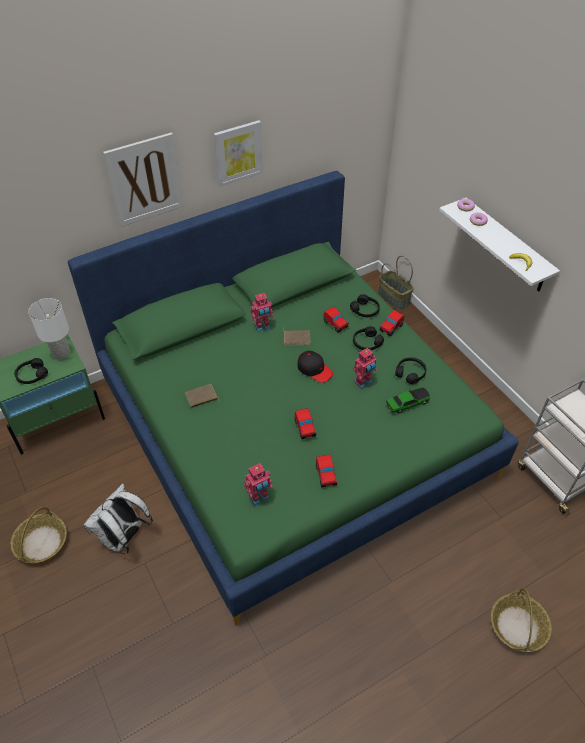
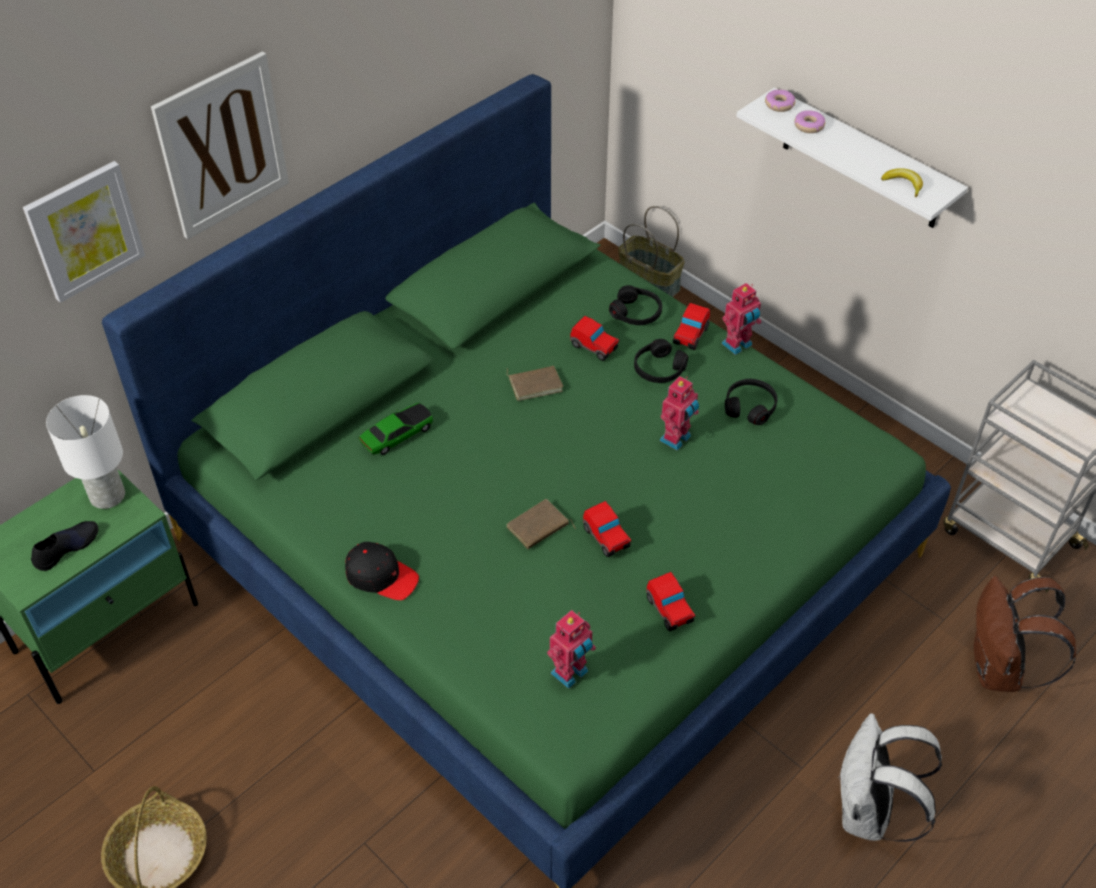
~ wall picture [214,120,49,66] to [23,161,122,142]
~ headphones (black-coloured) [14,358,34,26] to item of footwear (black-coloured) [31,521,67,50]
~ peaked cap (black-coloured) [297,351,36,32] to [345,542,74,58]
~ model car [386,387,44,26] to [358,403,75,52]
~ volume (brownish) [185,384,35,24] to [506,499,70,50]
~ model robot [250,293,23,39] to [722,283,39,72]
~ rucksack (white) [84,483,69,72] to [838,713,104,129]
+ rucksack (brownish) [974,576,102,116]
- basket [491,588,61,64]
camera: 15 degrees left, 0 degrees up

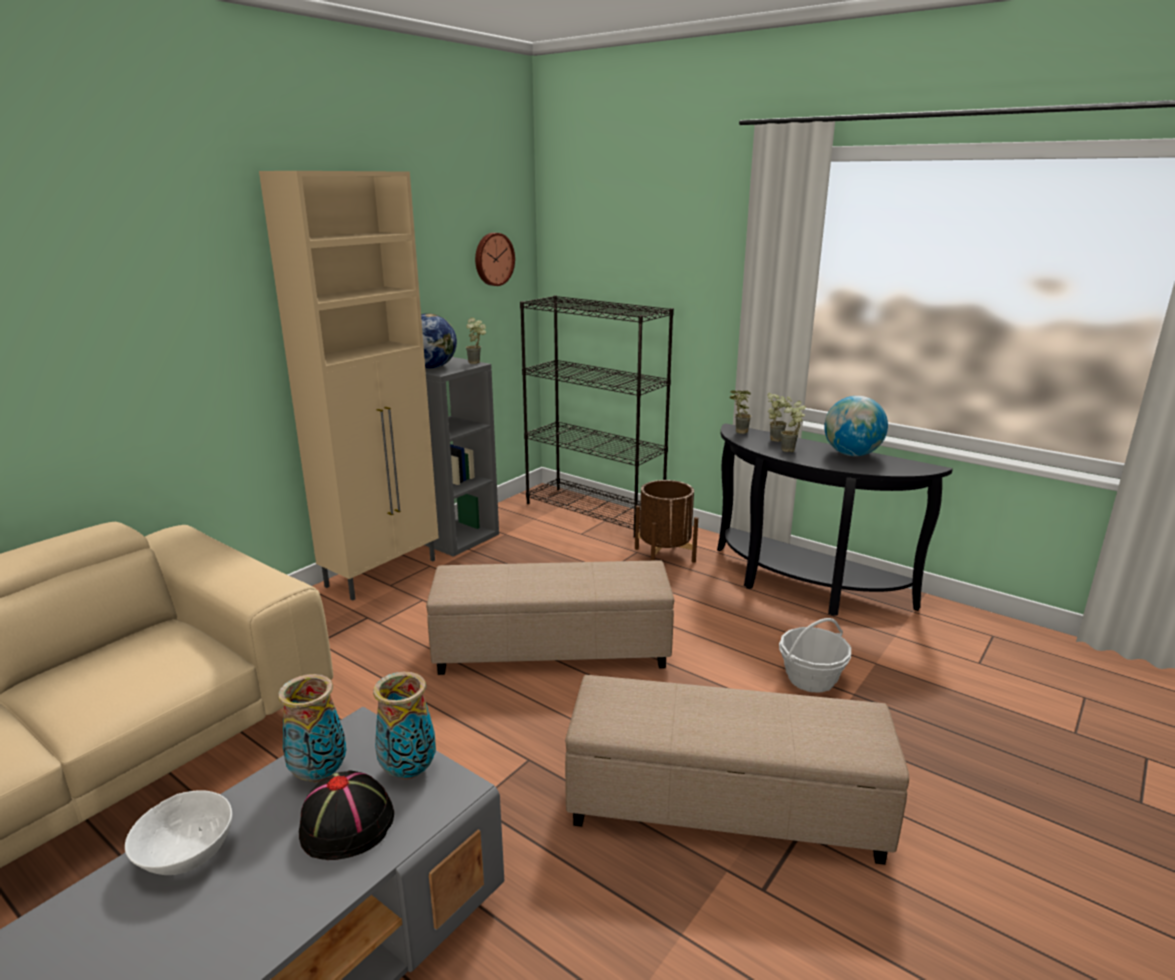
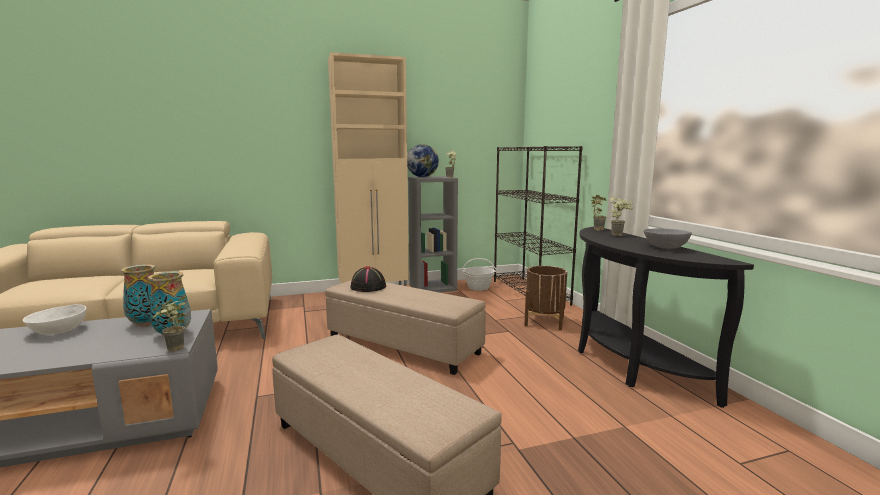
~ houseplant [781,401,25,51] to [153,295,34,56]
~ clothing hat (black-coloured) [299,770,95,90] to [350,266,36,26]
~ basket [779,618,72,75] to [461,258,36,33]
~ globe [824,396,64,60] to deep dish (gray) [644,228,48,21]
- wall clock [475,233,40,53]
camera: 35 degrees right, 10 degrees down

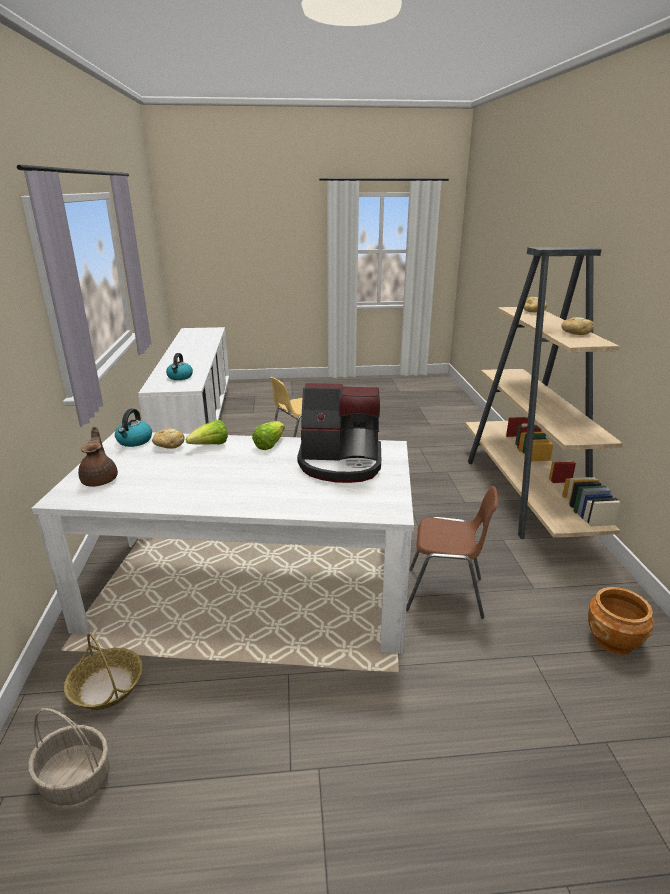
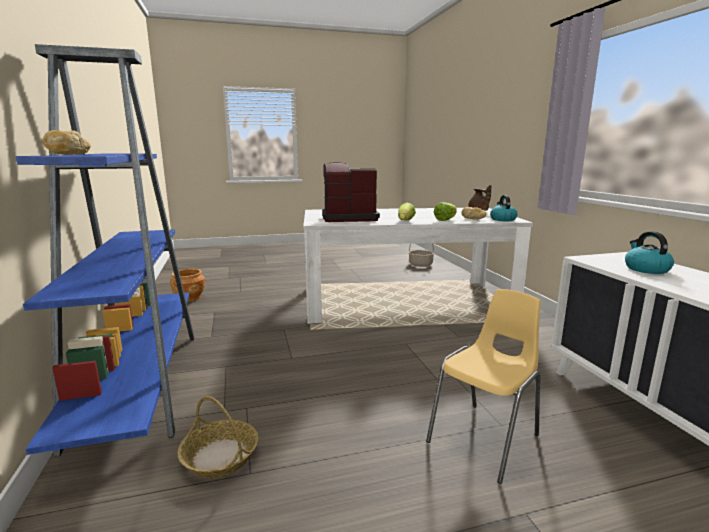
~ bookshelf (sand-coloured) [465,247,158,292] to bookshelf (bluish) [16,44,179,413]
~ basket [64,633,78,77] to [177,396,81,82]
- plain chair (brownish) [406,486,92,133]
- bakery bread [561,317,33,18]
camera: 170 degrees right, 10 degrees down

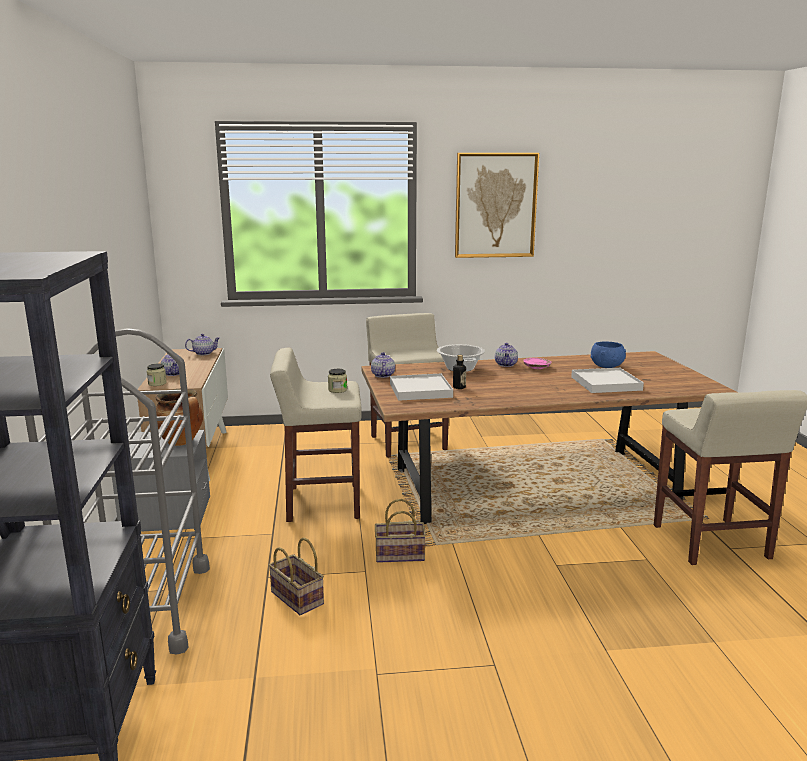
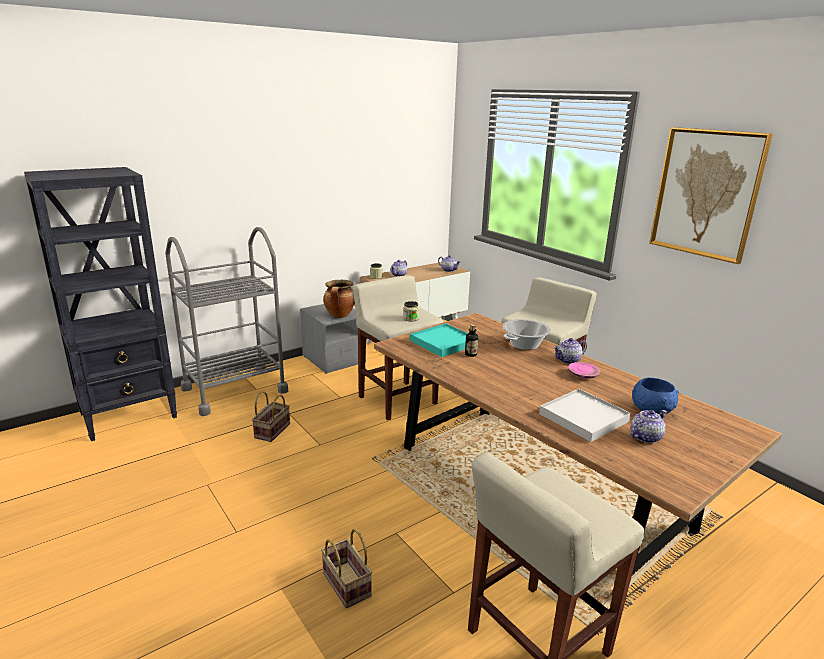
~ basket [375,499,51,64] to [321,529,51,79]
~ serving tray (white) [390,374,63,27] to serving tray (blue-green) [410,323,69,34]
~ teapot [371,352,24,26] to [630,410,37,33]
camera: 60 degrees right, 5 degrees up

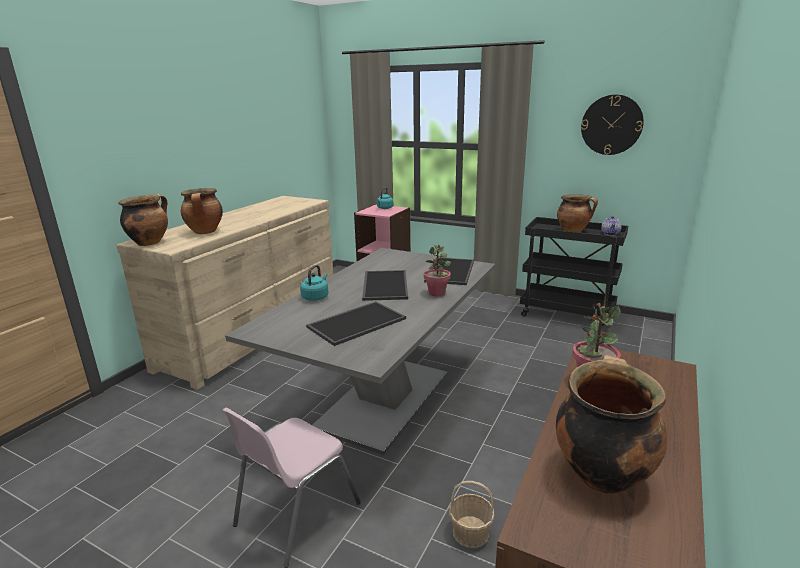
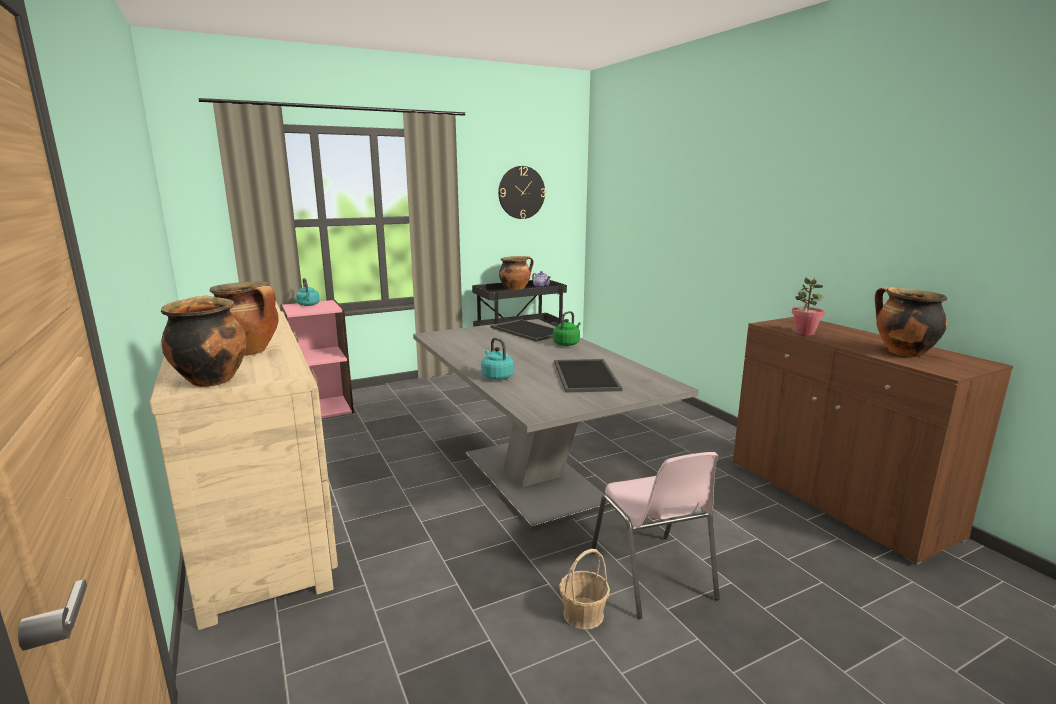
~ houseplant [424,245,27,51] to water kettle (greenish) [553,311,28,35]
~ basket [449,481,46,67] to [559,549,51,81]
- serving tray [362,270,46,31]
camera: 55 degrees left, 5 degrees down

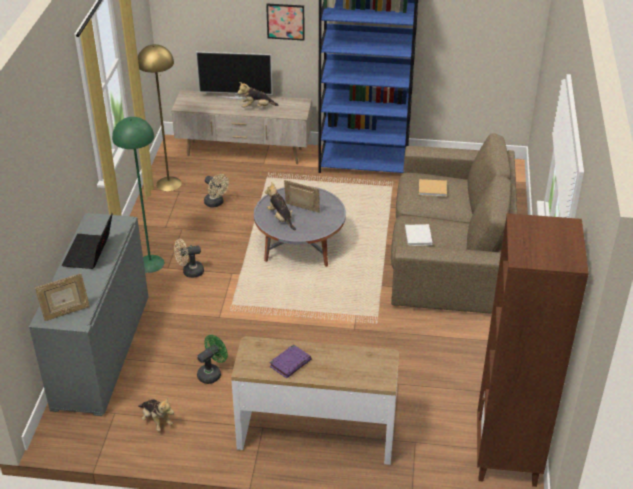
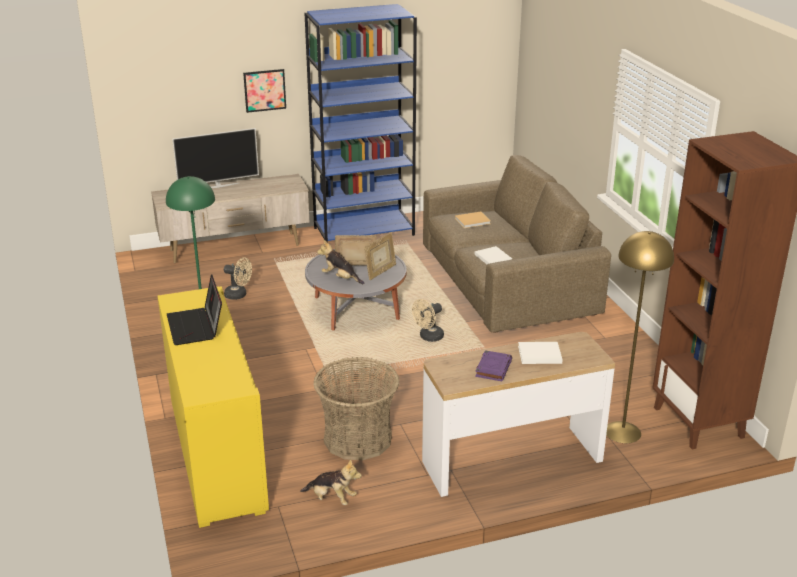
~ storage cabinet (gray) [29,213,119,203] to storage cabinet (yellow-coloured) [157,286,112,242]
~ fan (greenish) [197,335,31,49] to basket [313,357,87,103]
~ standing frame [35,273,55,48] to [364,232,32,48]
~ fan (sand-coloured) [174,239,30,39] to [412,299,32,43]
+ volume (white) [518,342,45,22]
~ floor lamp (yellow-coloured) [138,44,44,147] to [606,231,68,212]
- soft toy [237,82,41,26]
camera: 25 degrees left, 10 degrees down

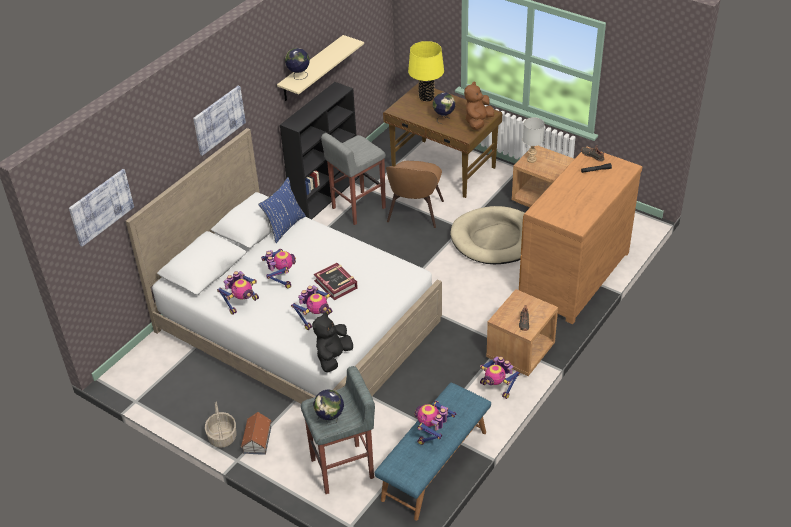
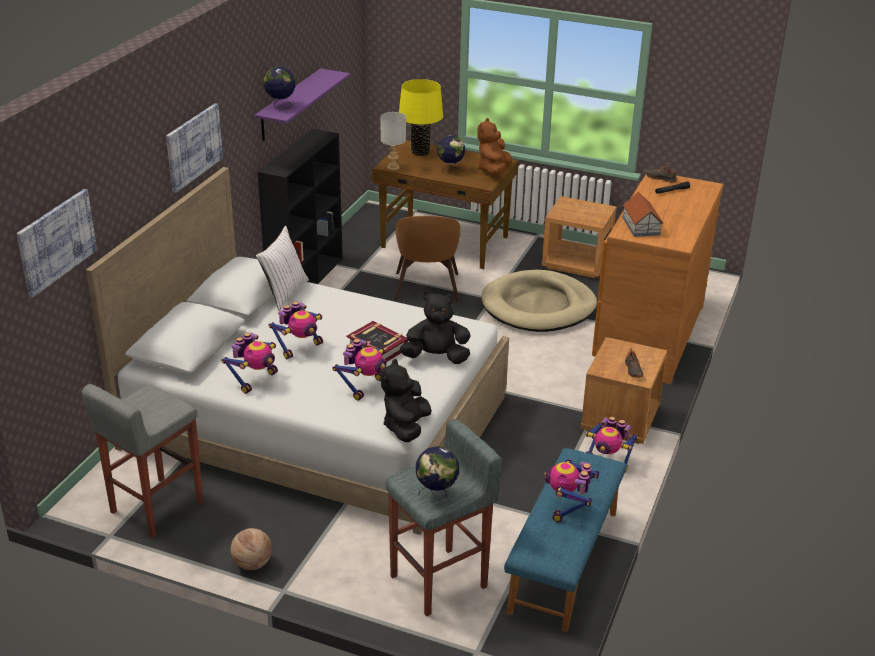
~ stool seat (gray) [321,133,65,92] to [82,384,121,154]
~ basket [205,401,31,47] to basketball [230,528,42,42]
~ shelf (sand-coloured) [277,35,87,66] to shelf (purple-coloured) [255,68,95,73]
~ throw pillow (bluish) [258,177,48,66] to throw pillow (white) [256,226,53,85]
~ model robot [261,249,35,39] = [268,301,55,58] 75 degrees clockwise
~ table lamp (gray) [523,117,22,46] to [380,112,26,59]
+ soft toy (black-coloured) [400,291,70,73]
~ miniature house [241,412,30,43] to [622,192,42,45]
camera: 15 degrees left, 10 degrees down

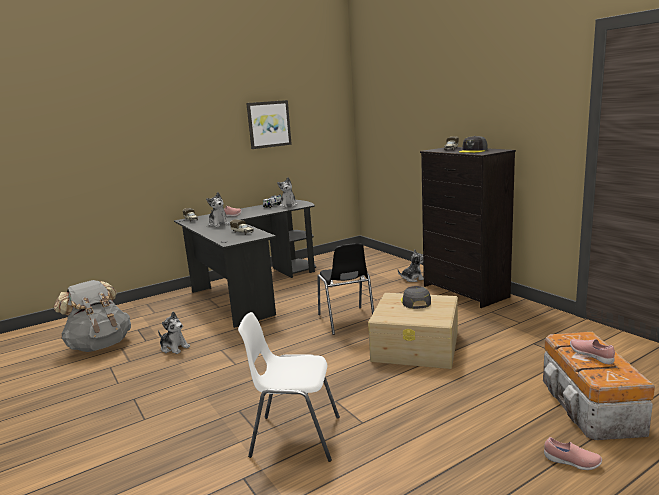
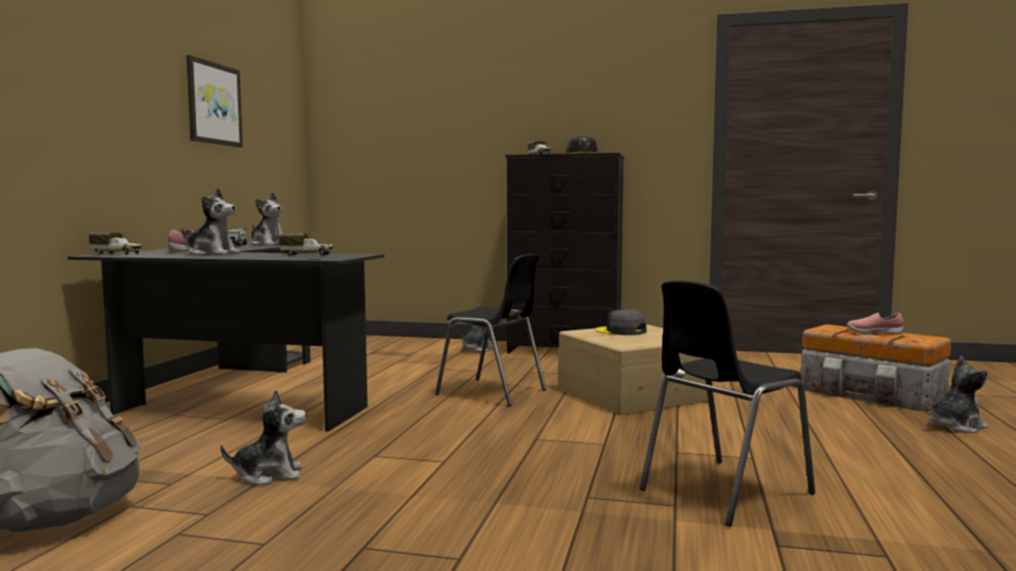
~ plain chair (white) [238,312,102,150] to plain chair (black-coloured) [640,280,175,247]
~ item of footwear (pinkish) [544,437,58,33] to soft toy [930,356,58,77]
camera: 45 degrees left, 10 degrees down

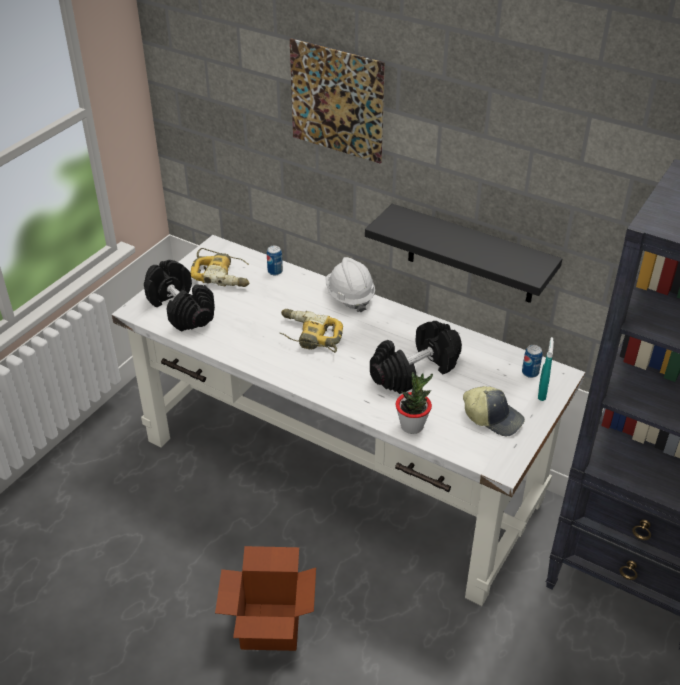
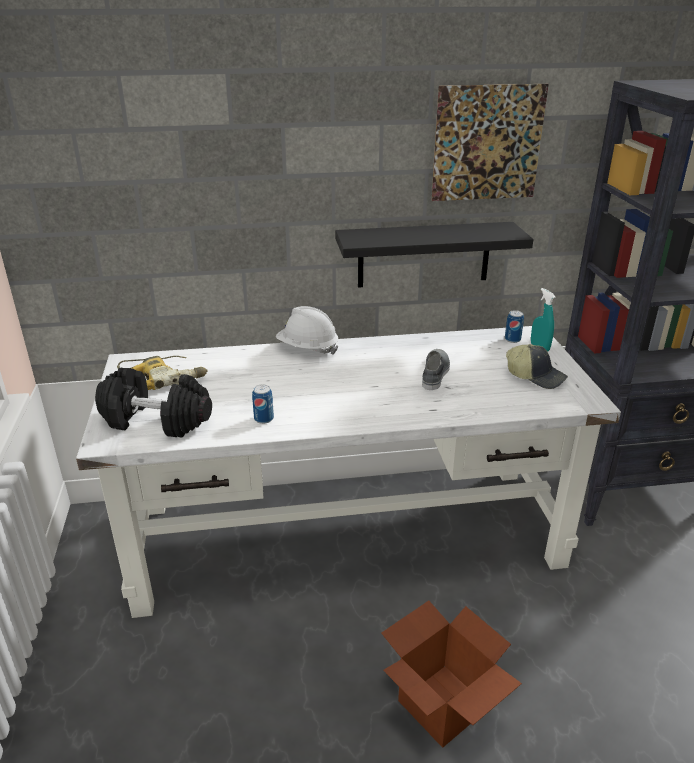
~ metal can [267,246,16,29] to [252,384,22,40]
~ hand weight (black-coloured) [370,321,92,73] to item of footwear (gray) [422,349,28,41]
~ wall picture [290,38,95,125] to [432,84,117,117]
~ peaked cap [463,386,62,50] = [506,344,62,45] 45 degrees clockwise
- drill [280,309,63,44]
- houseplant [396,372,37,62]
camera: 40 degrees left, 10 degrees down

